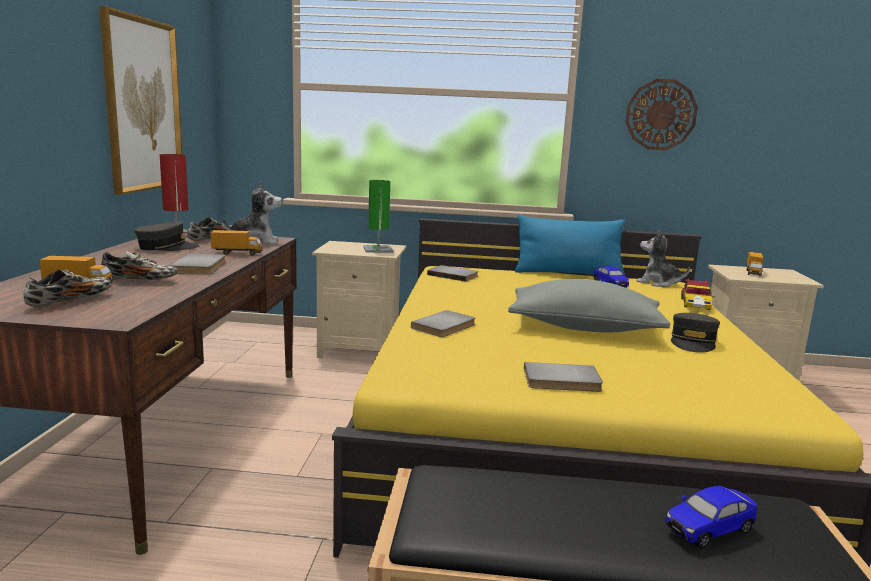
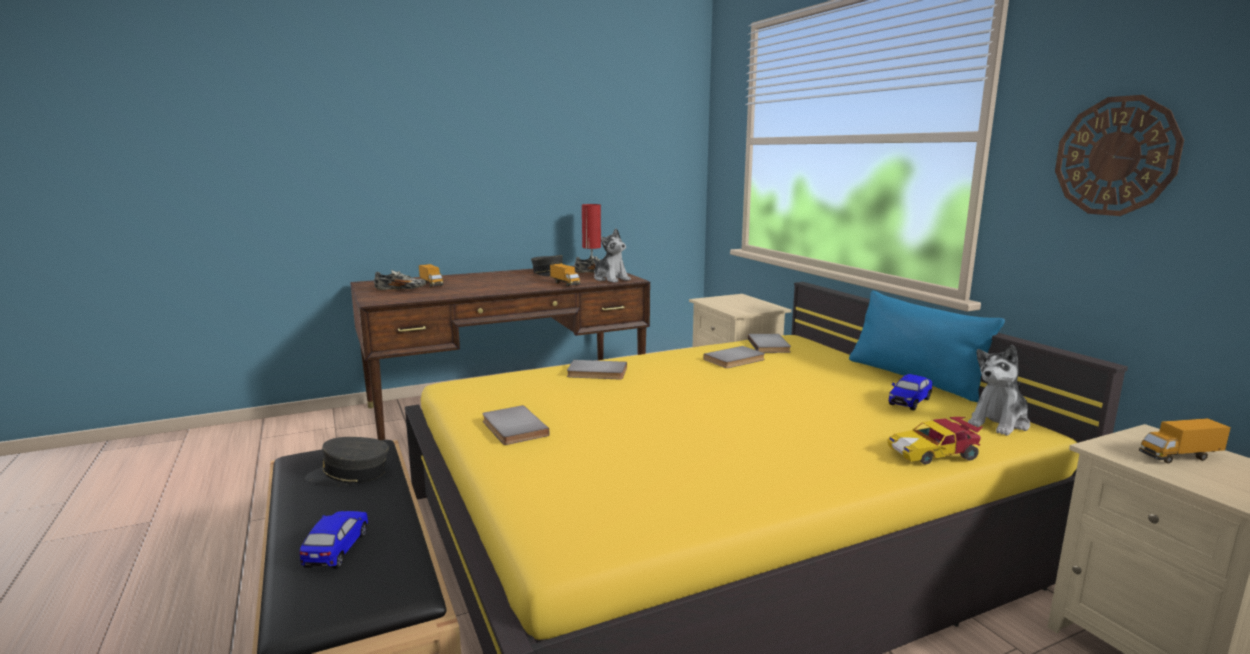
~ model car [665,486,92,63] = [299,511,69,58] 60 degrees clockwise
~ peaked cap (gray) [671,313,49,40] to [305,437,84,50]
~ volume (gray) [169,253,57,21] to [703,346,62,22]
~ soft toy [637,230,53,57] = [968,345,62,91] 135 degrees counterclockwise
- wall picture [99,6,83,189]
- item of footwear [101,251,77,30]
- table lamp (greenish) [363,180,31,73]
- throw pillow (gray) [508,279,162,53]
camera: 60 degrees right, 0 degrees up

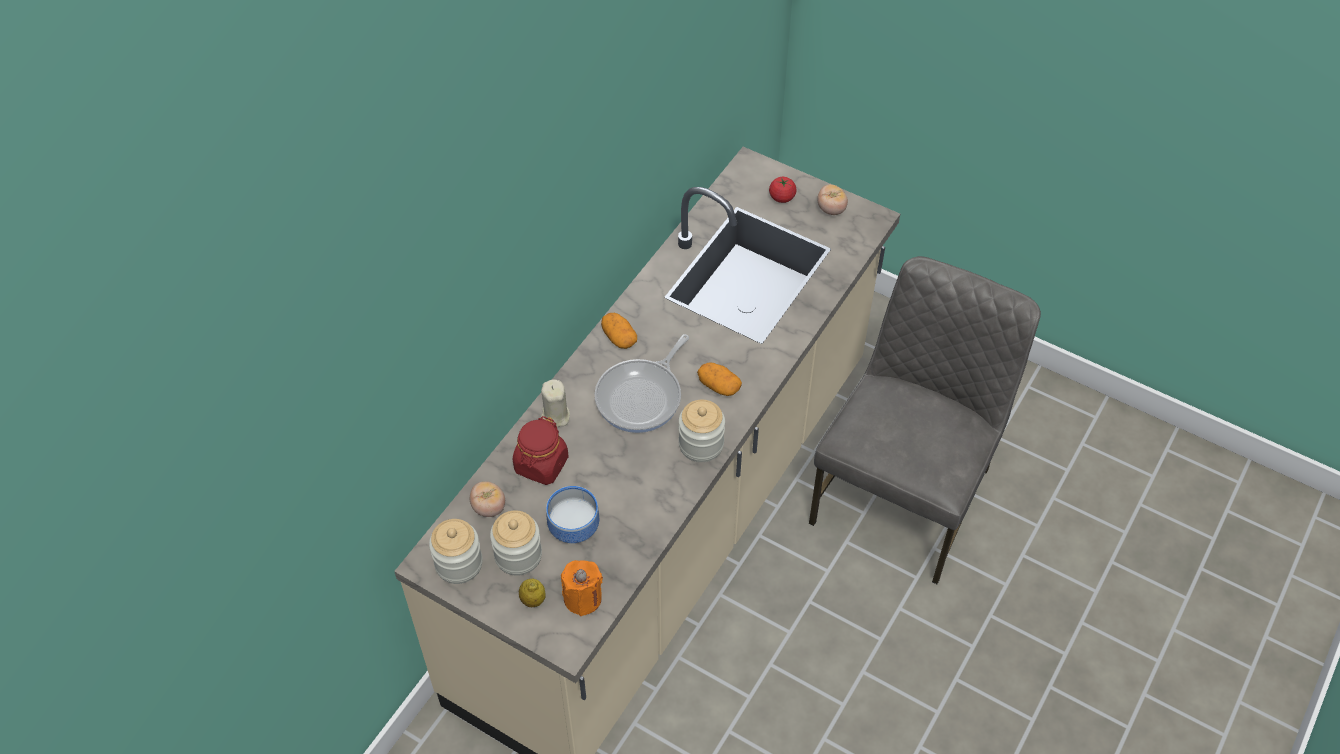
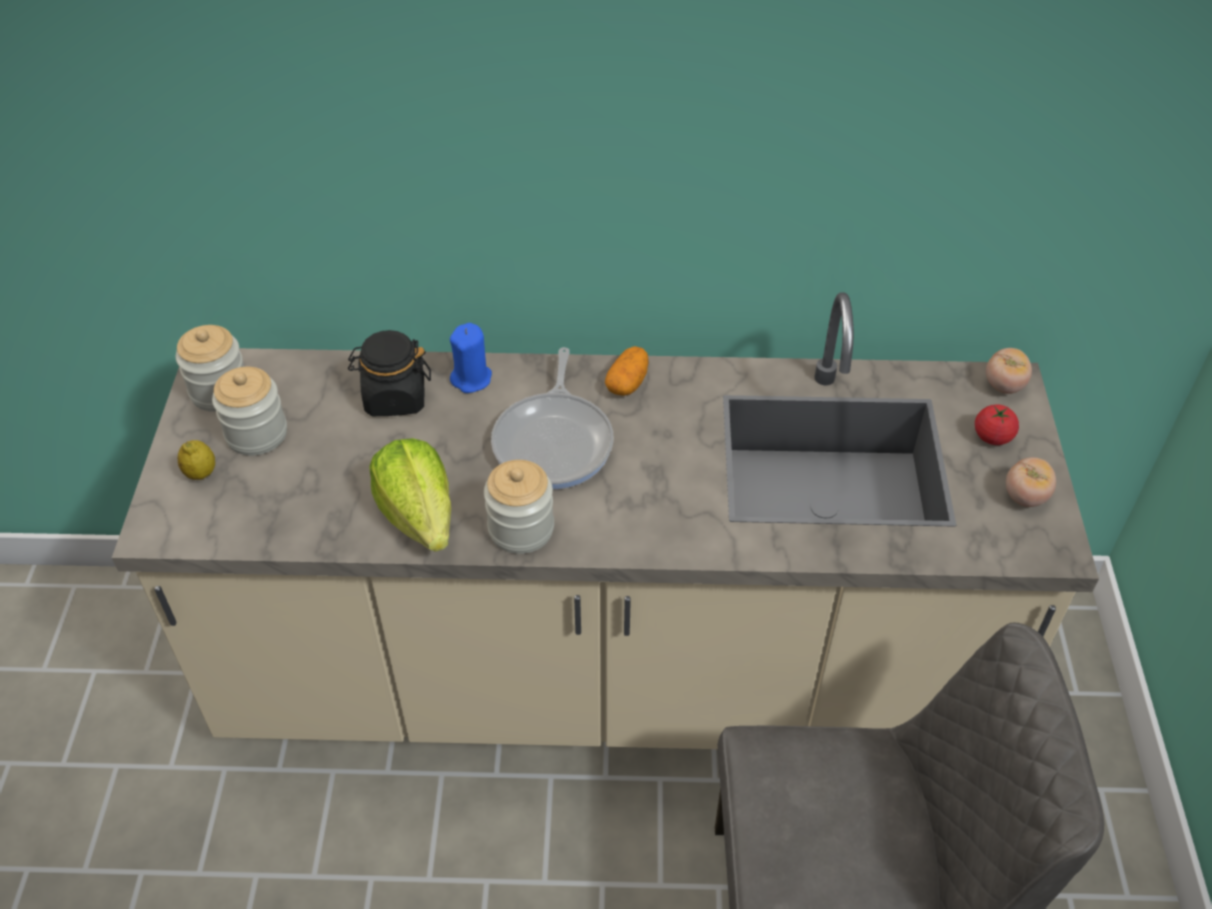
~ jar (reddish) [513,416,56,69] to jar (black-coloured) [348,330,83,86]
+ lettuce [369,438,82,114]
~ candle (sand-coloured) [541,379,29,49] to candle (bluish) [450,323,42,70]
~ pan [595,334,94,99] = [491,347,123,142] 90 degrees counterclockwise
~ fresh tomato [470,481,35,36] to [986,348,46,46]
- deep dish [546,486,53,57]
- candle (orange) [561,560,42,56]
- potato [697,362,45,34]
camera: 60 degrees right, 5 degrees down

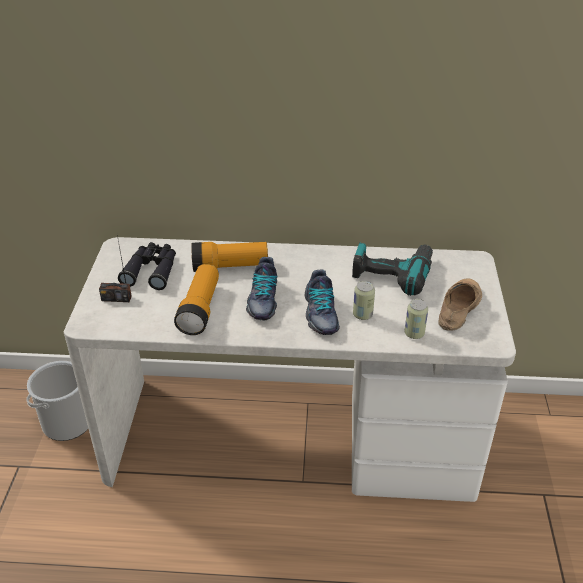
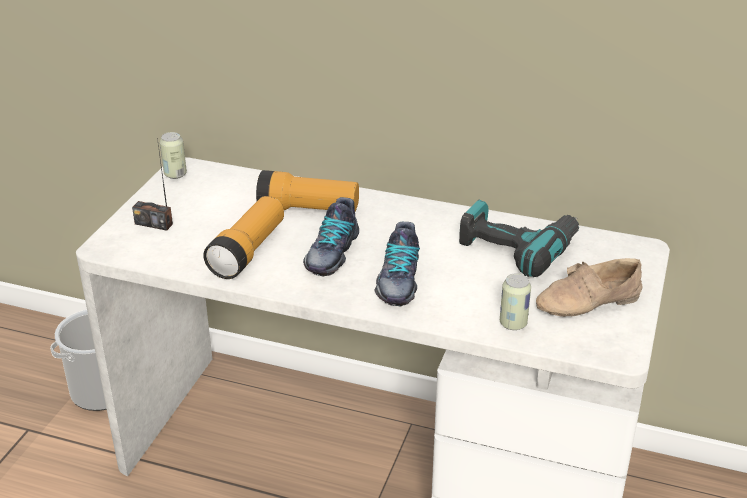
~ metal can [353,281,22,39] to [160,132,27,47]
~ item of footwear (sand-coloured) [439,278,43,53] = [536,258,106,59] 150 degrees counterclockwise
- pair of binoculars (black-coloured) [118,242,58,48]
camera: 15 degrees right, 5 degrees down

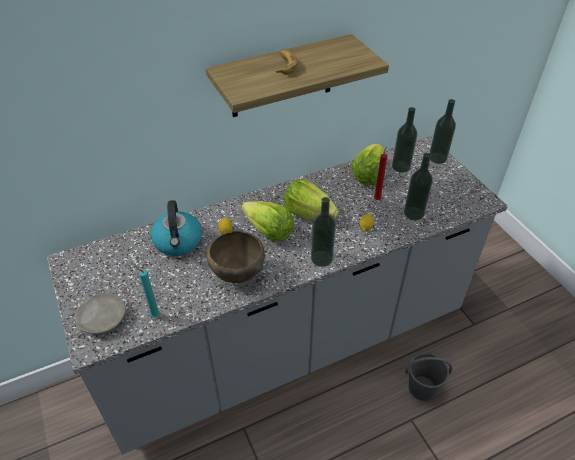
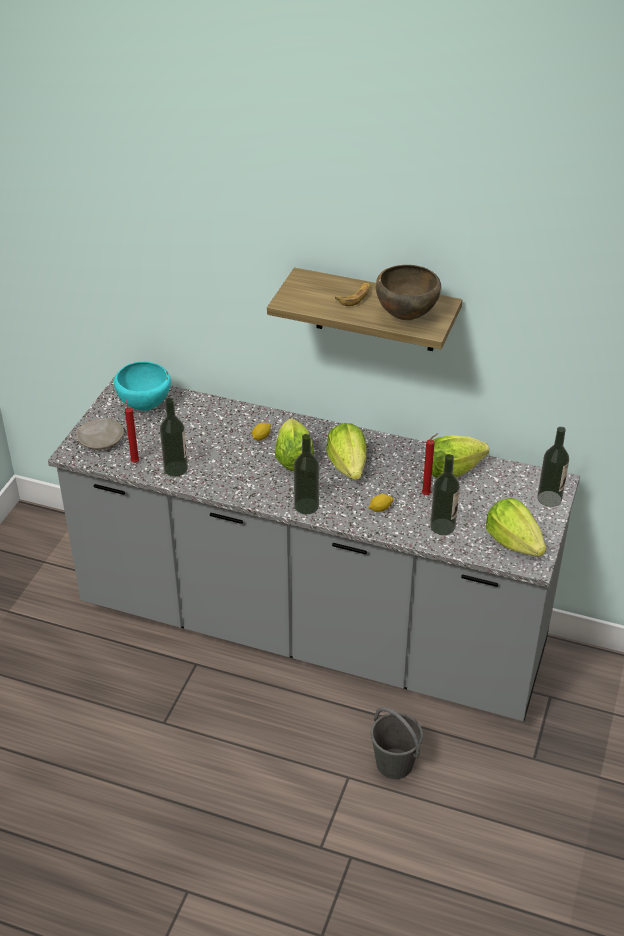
+ deep dish (blue-green) [114,362,57,49]
~ candle (blue-green) [135,265,25,53] to candle (reddish) [125,399,14,64]
~ bottle [392,107,25,66] to [160,398,28,79]
~ deep dish (brownish) [206,231,59,52] to [376,265,65,55]
+ lettuce [486,498,60,59]
- water kettle [151,200,51,56]
camera: 45 degrees right, 5 degrees down

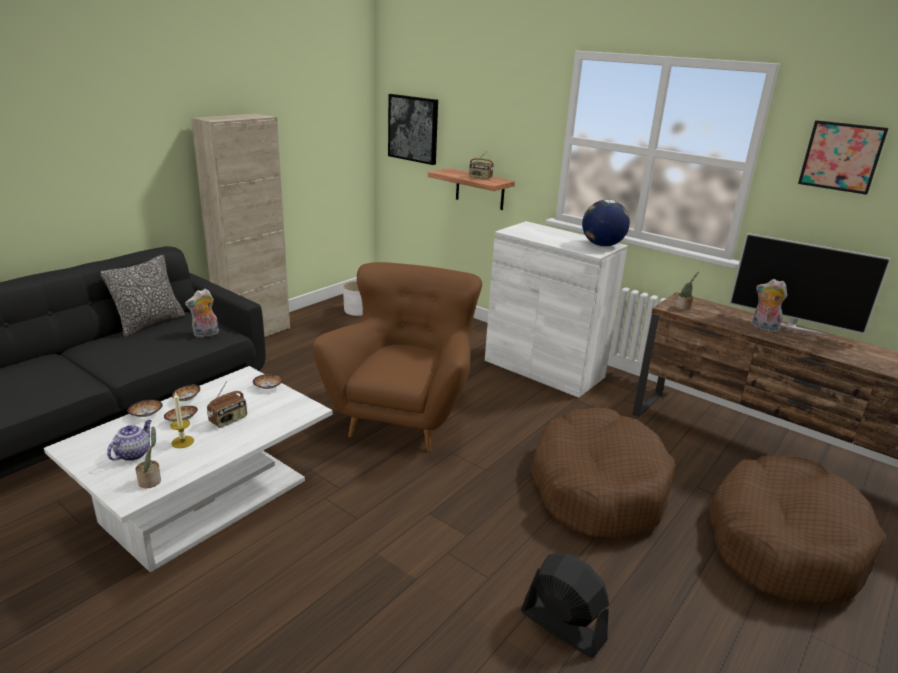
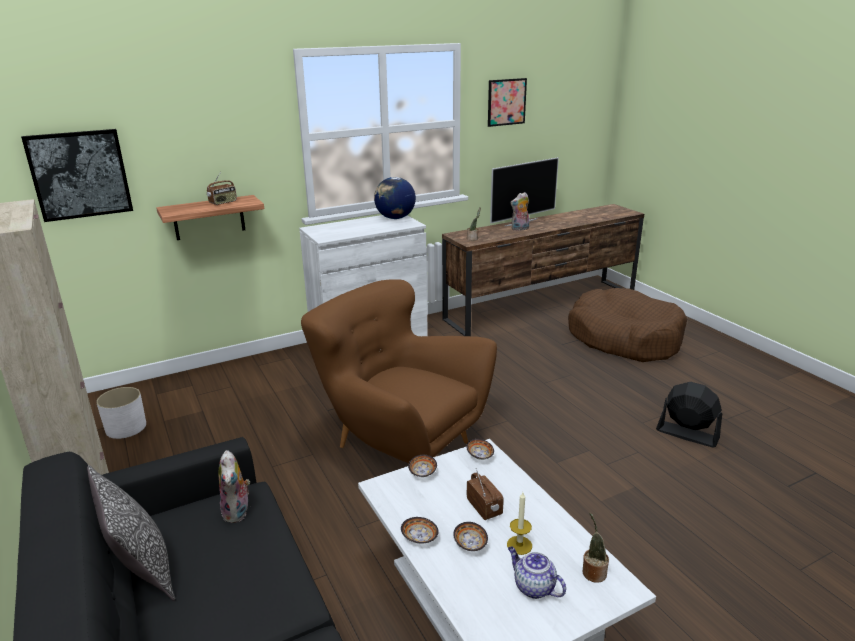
~ deep dish [127,400,36,17] to [466,439,28,21]
~ fan (black-coloured) [521,553,88,105] = [656,382,66,65] 60 degrees clockwise
- pet bed (brownish) [530,408,145,132]
camera: 65 degrees left, 0 degrees up

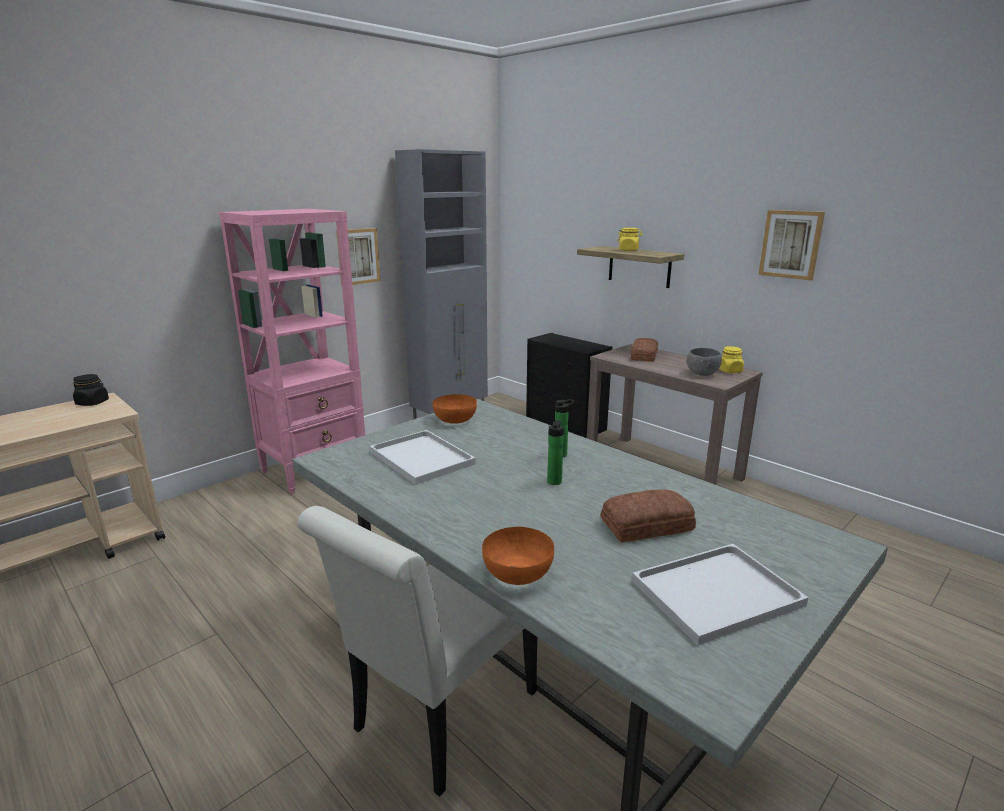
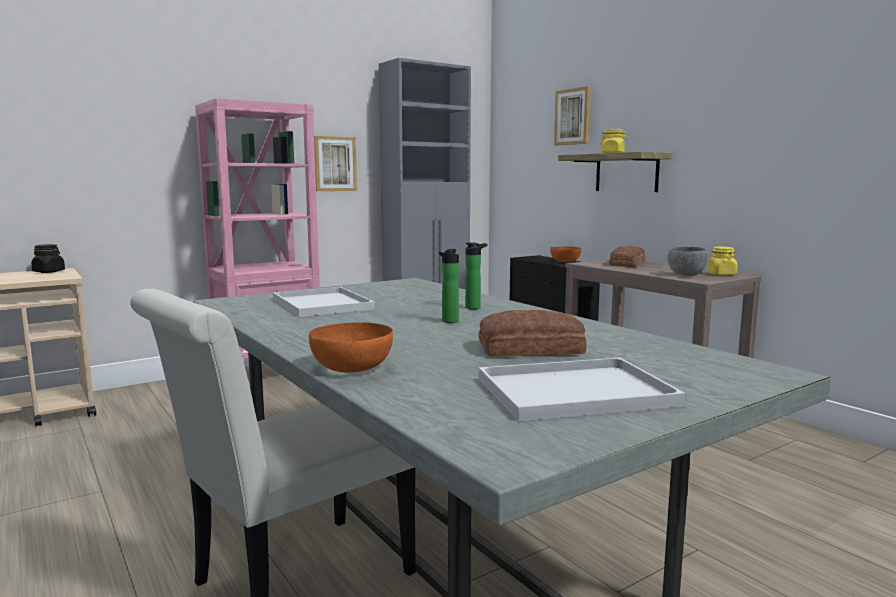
~ deep dish (orange) [433,394,44,30] to [550,247,31,15]
~ wall picture [758,210,67,71] to [554,86,37,59]
camera: 10 degrees right, 10 degrees down

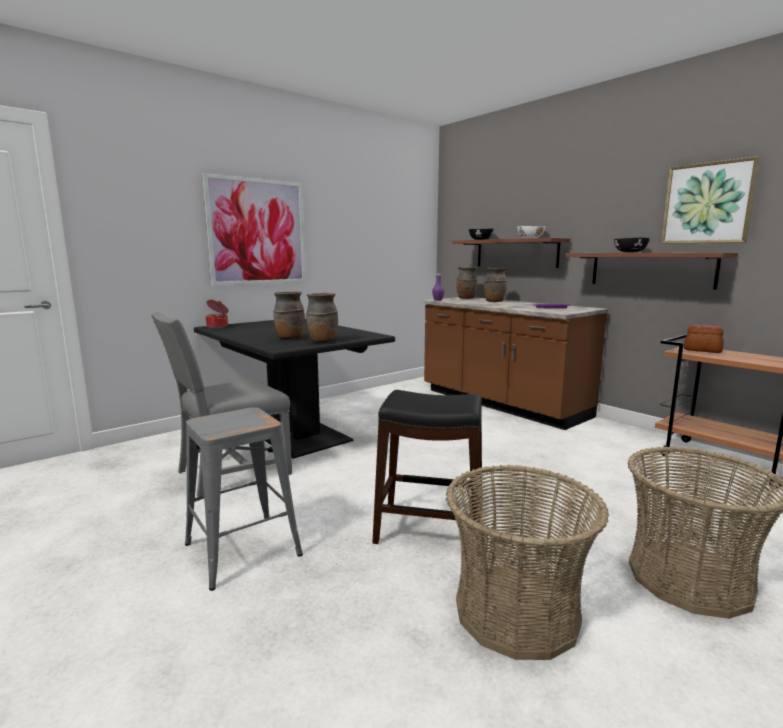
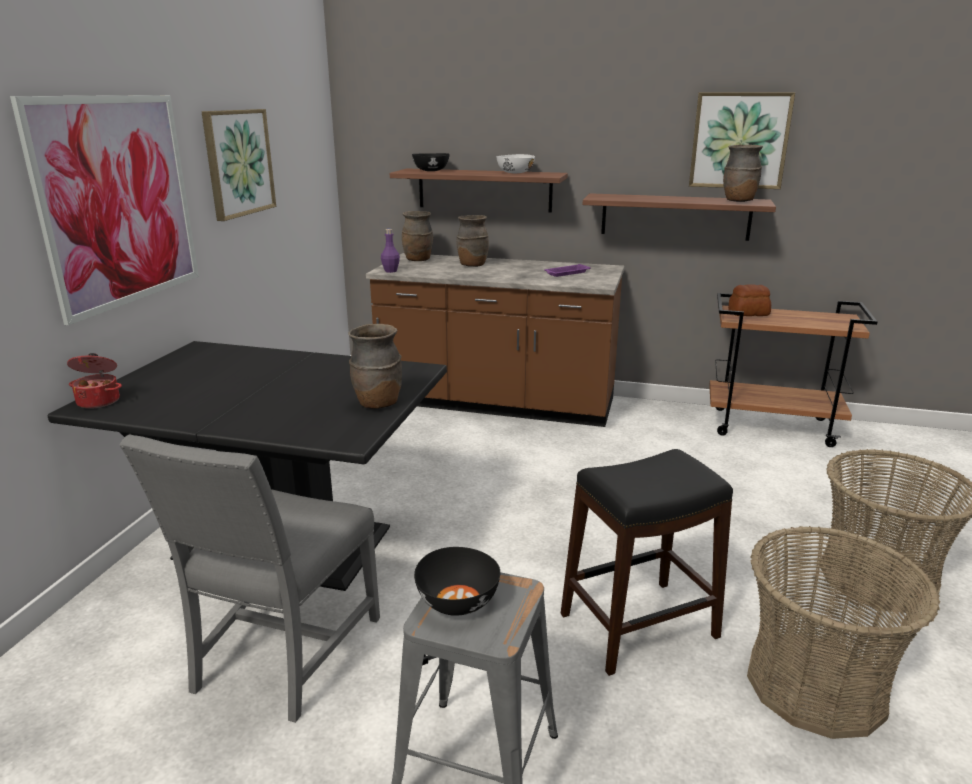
+ wall picture [202,109,74,112]
~ deep dish (black-coloured) [614,238,36,15] to [414,547,86,69]
~ flower vase (brownish) [273,291,32,48] to [723,144,40,58]
camera: 35 degrees left, 10 degrees up

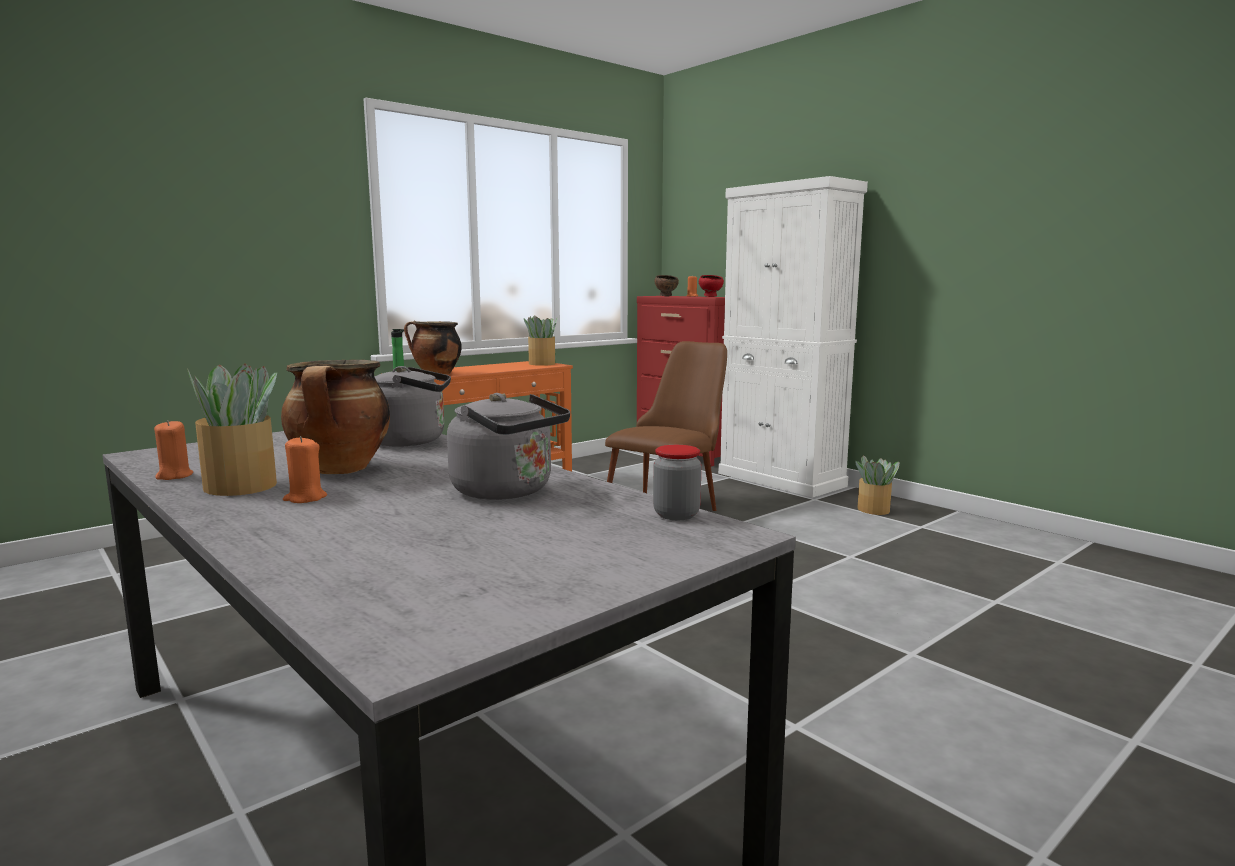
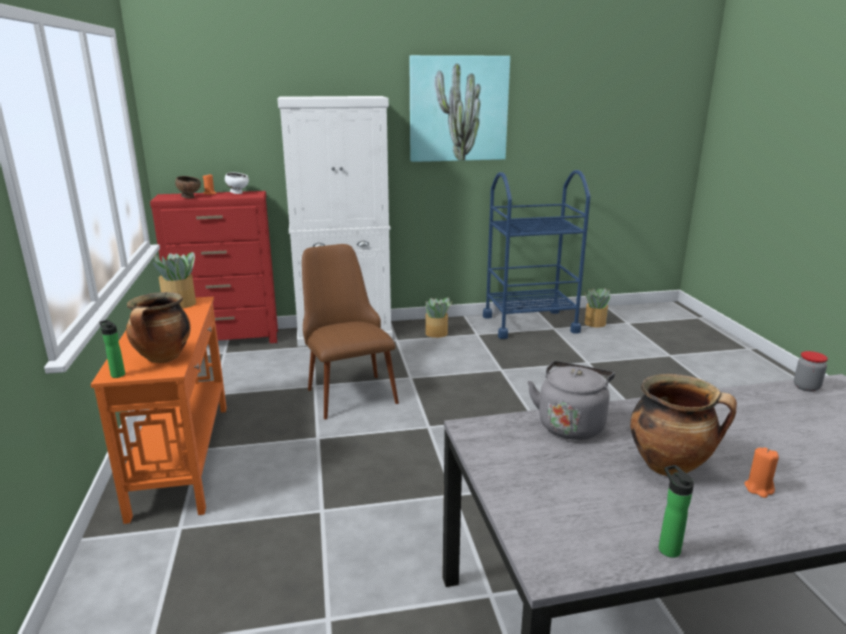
~ deep dish (reddish) [699,275,25,22] to deep dish (white) [225,172,24,22]
+ wall picture [409,55,101,107]
+ trolley (bluish) [483,170,107,169]
~ houseplant [187,364,90,132] to [584,288,26,39]
~ candle (orange) [154,420,39,60] to bottle [659,465,35,93]
- water kettle (gray) [447,393,123,107]
camera: 60 degrees left, 10 degrees up

